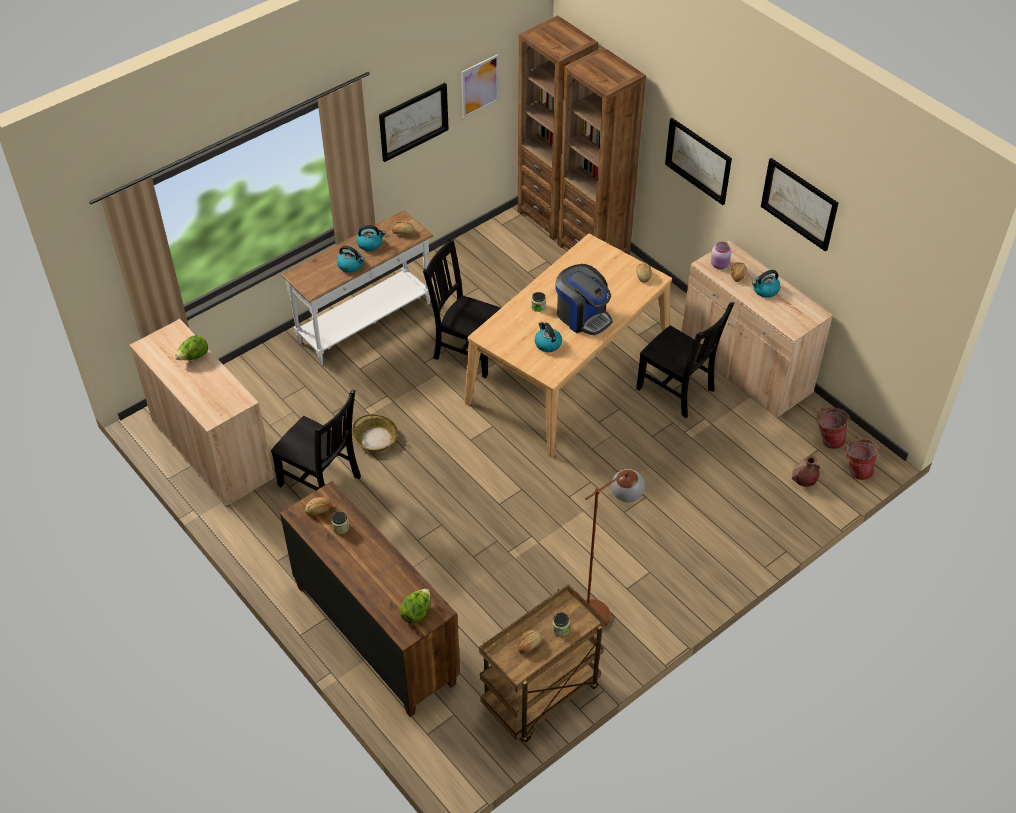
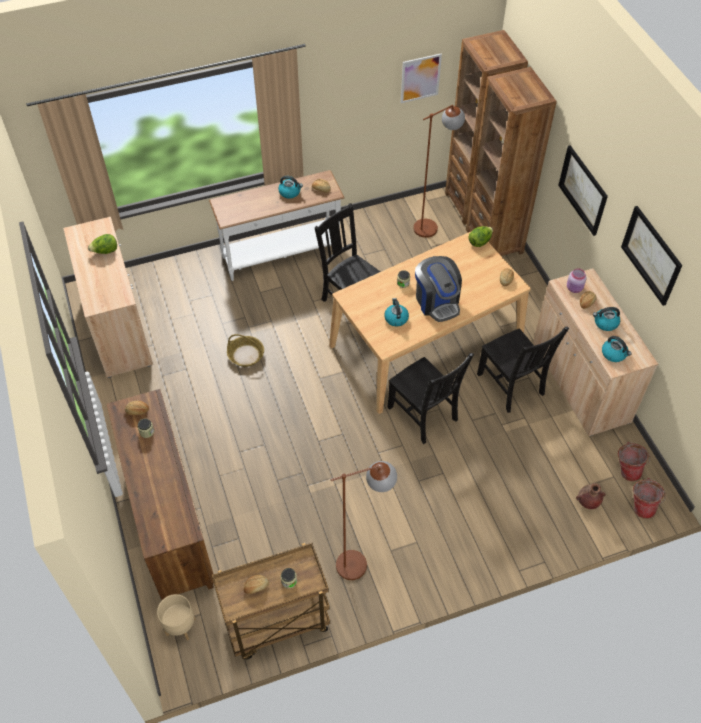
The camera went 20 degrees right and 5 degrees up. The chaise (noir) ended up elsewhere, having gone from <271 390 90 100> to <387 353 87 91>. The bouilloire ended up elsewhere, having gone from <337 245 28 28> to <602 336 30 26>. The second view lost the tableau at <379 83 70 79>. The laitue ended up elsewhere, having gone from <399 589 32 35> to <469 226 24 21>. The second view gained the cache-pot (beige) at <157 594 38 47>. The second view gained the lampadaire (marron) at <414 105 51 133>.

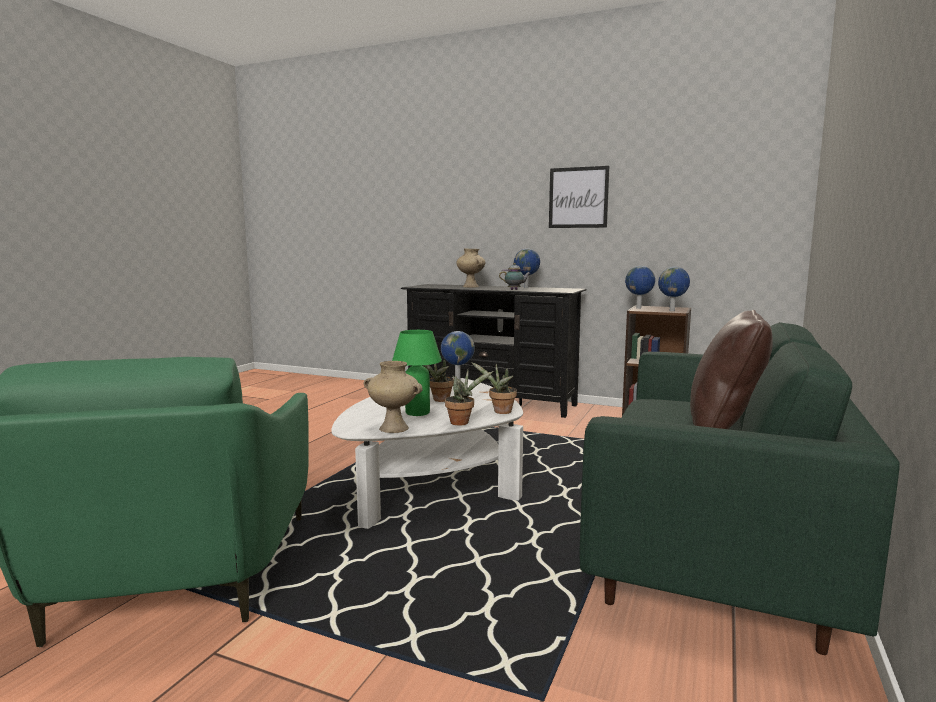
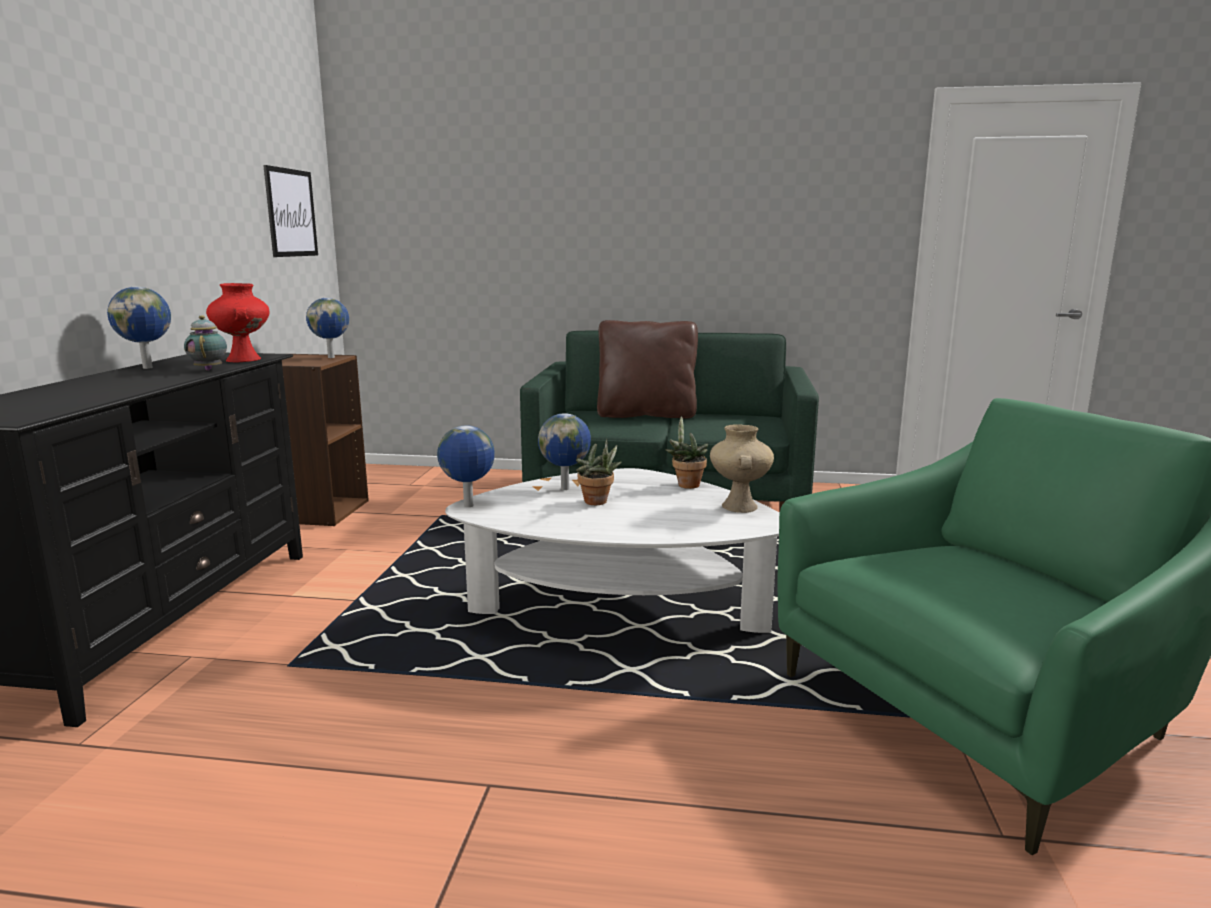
The camera went 105 degrees left and 5 degrees up. The second view lost the lampe de table (vert) at <392 330 50 86>. The second view lost the vase (beige) at <456 248 30 40>. The second view lost the plante en pot at <471 362 46 52>. The tableau ended up elsewhere, having gone from <549 166 61 62> to <263 165 55 92>. The globe ended up elsewhere, having gone from <625 266 30 43> to <538 413 53 77>. The second view gained the vase (rouge) at <206 283 64 79>.

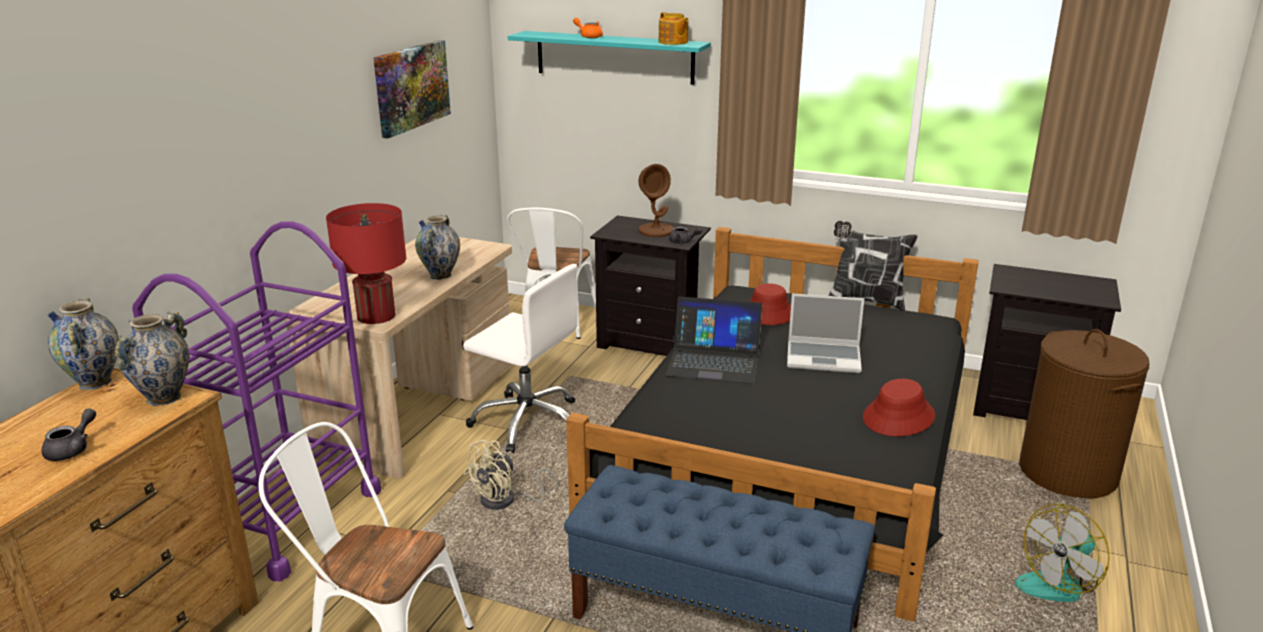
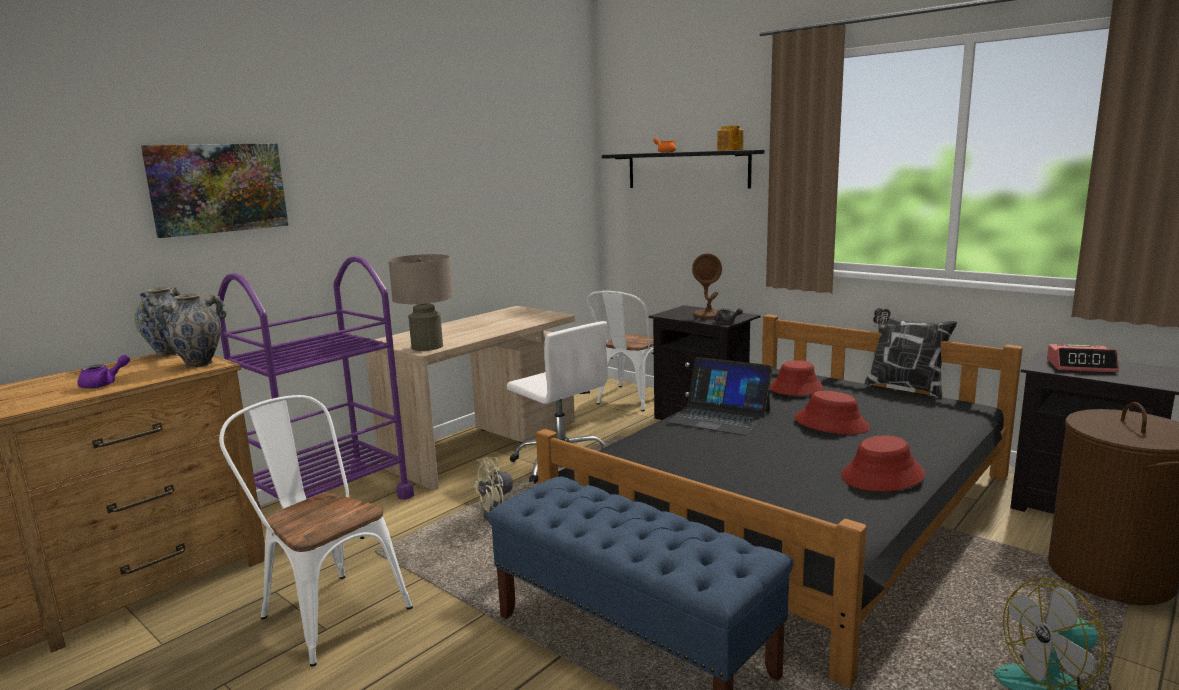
The camera went 20 degrees right and 10 degrees down. What was the théière (gris) at <41 408 55 53> turned into the théière (violet) at <77 355 53 34>. What was the lampe de table (rouge) at <326 203 80 121> turned into the lampe de table (beige) at <388 254 65 97>. The tableau ended up elsewhere, having gone from <373 40 78 99> to <141 143 147 95>. The second view lost the vase at <415 215 45 65>. What was the étagère (turquoise) at <508 31 203 54> turned into the étagère (noir) at <602 150 162 39>. Where the ordinateur portable stood at <787 294 78 79>, the chapeau (rouge) came to stand at <794 391 76 43>. The second view gained the réveil at <1047 344 72 29>.

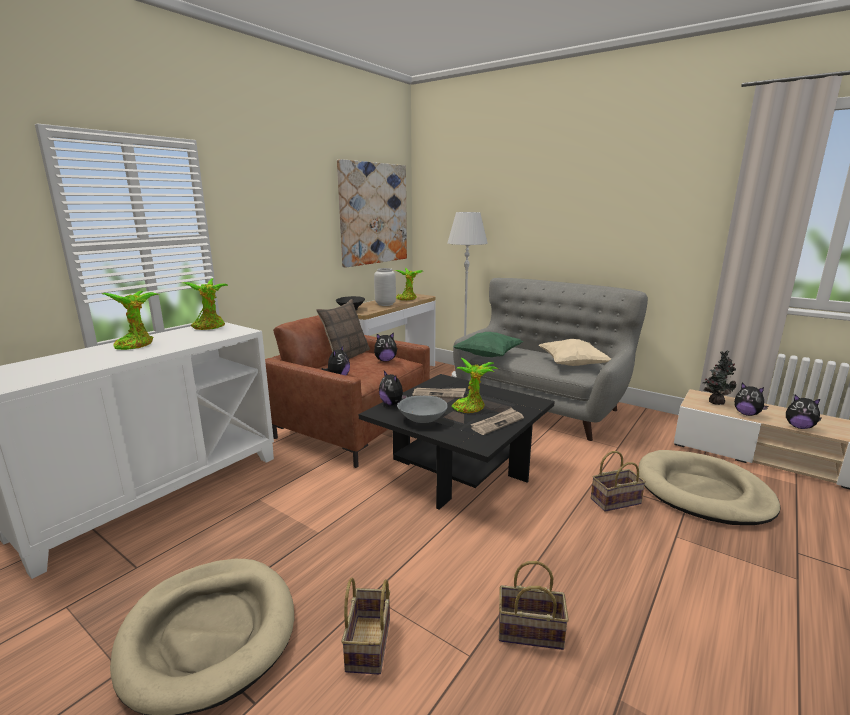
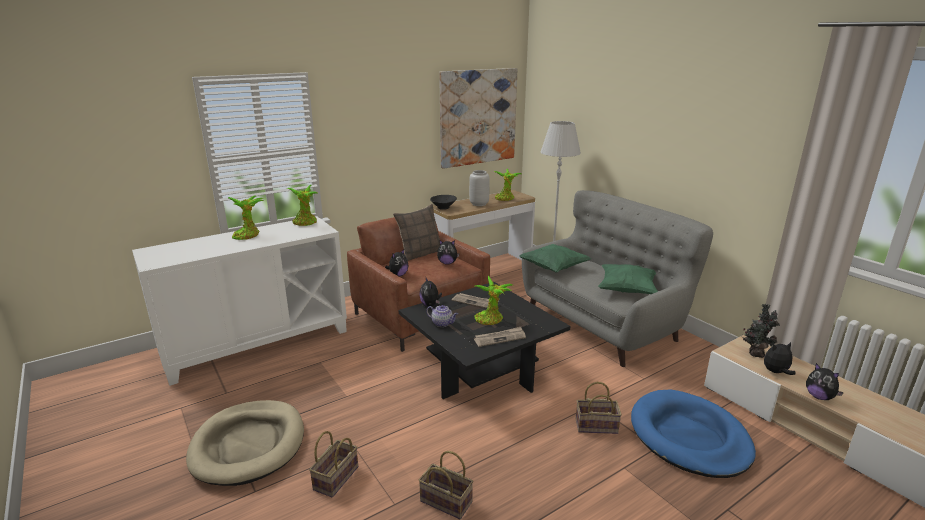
The camera went 20 degrees right and 5 degrees up. Where the bol (gris) stood at <397 396 51 27>, the théière came to stand at <426 305 32 22>. What was the coussin (beige) at <539 339 72 27> turned into the coussin (vert) at <598 264 60 30>. What was the panier pour chien (beige) at <639 450 142 75> turned into the panier pour chien (bleu) at <631 389 125 89>. The peluche at <734 383 34 33> ended up facing another way, 105 degrees clockwise from before.

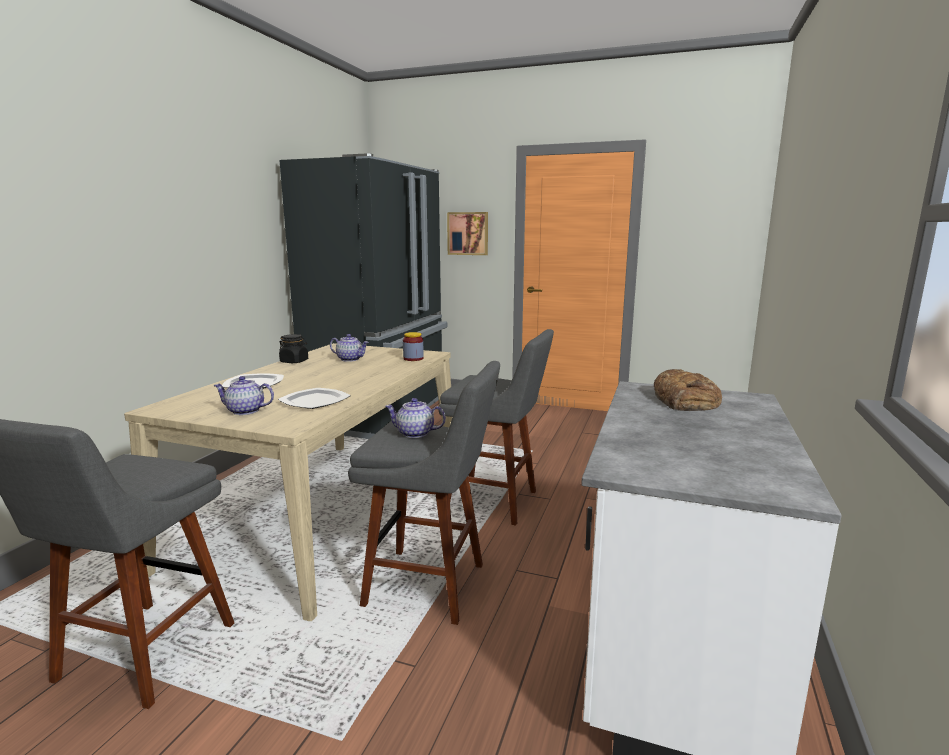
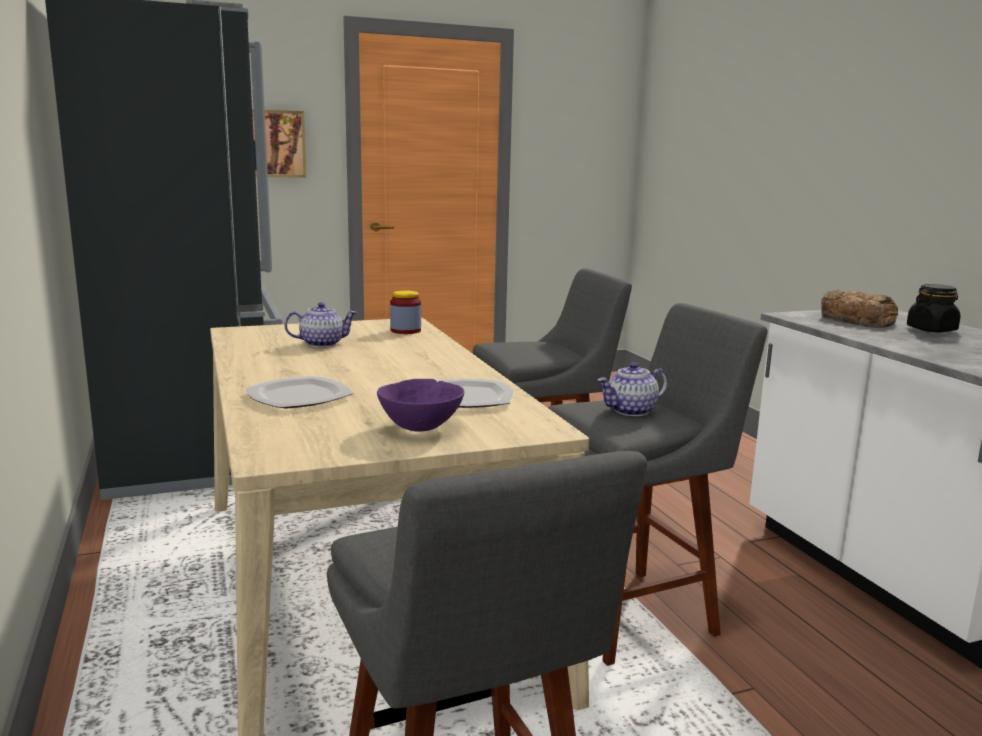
The camera went 40 degrees left and 0 degrees up. Where the théière stood at <213 376 61 39>, the bol (violet) came to stand at <377 379 87 53>. The bocal (noir) ended up elsewhere, having gone from <279 334 29 29> to <907 284 54 48>.

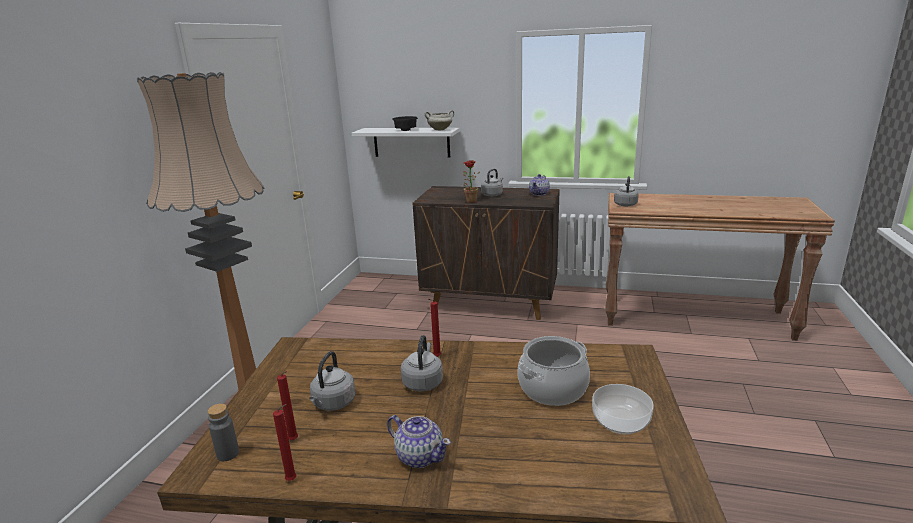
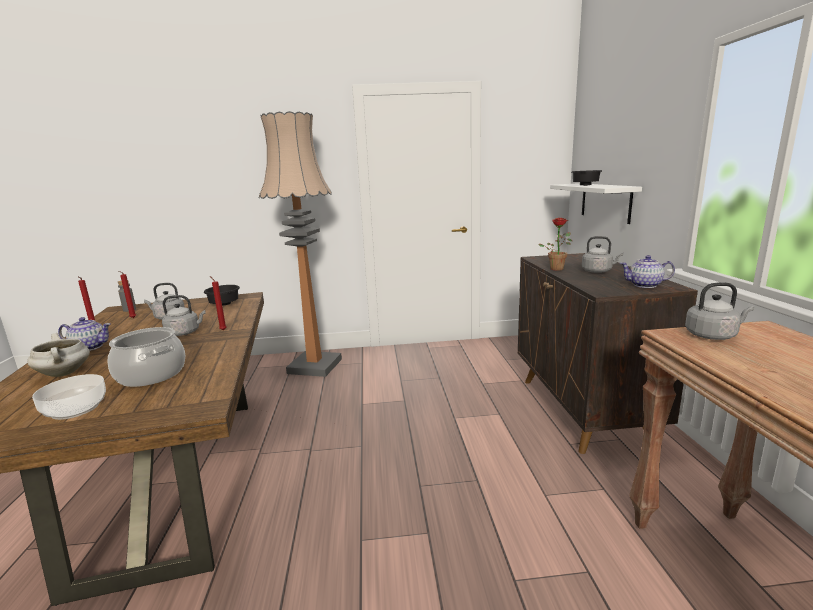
The camera went 70 degrees right and 5 degrees down. The théière at <387 415 64 53> ended up facing another way, 105 degrees counterclockwise from before. The marmite (blanc) ended up elsewhere, having gone from <424 110 30 20> to <27 333 63 44>. The second view gained the bol (noir) at <204 285 36 21>.

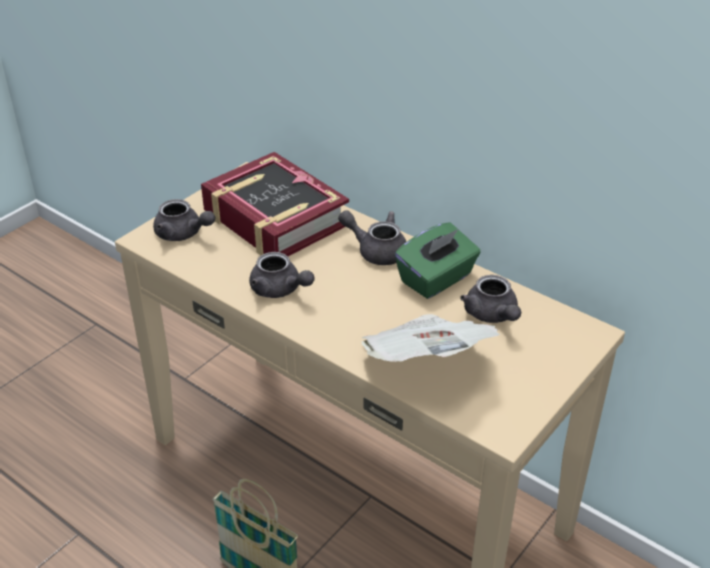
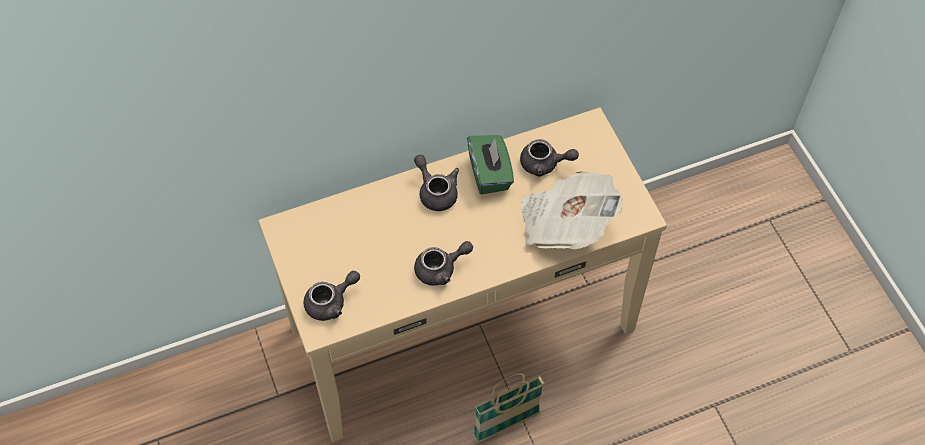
The camera went 60 degrees left and 20 degrees up. The second view lost the livre at <201 152 148 104>. The théière (gris) at <338 210 68 55> ended up facing another way, 90 degrees clockwise from before.

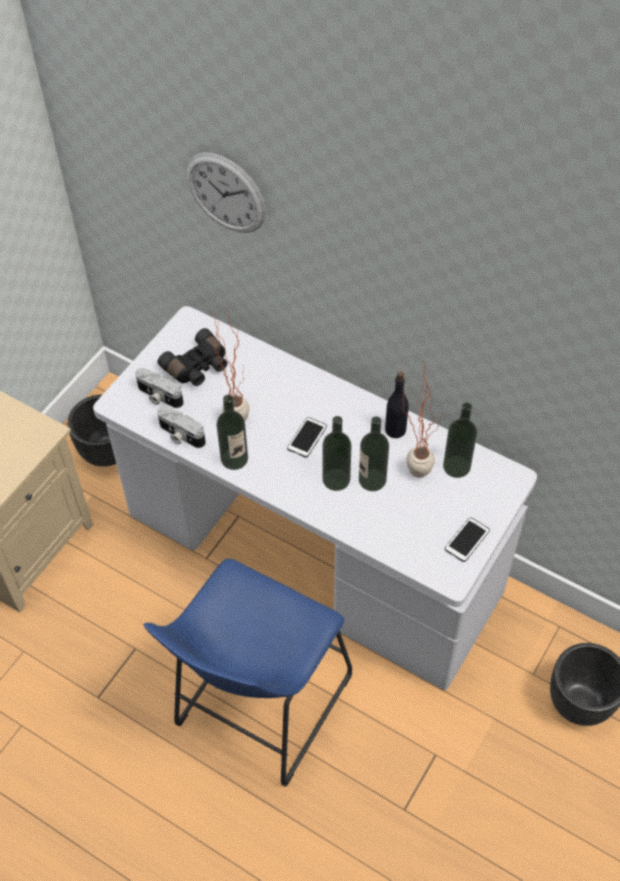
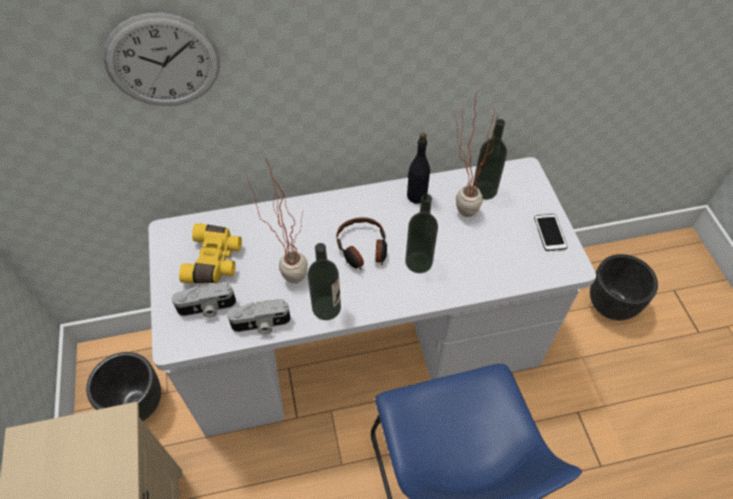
The camera went 45 degrees left and 0 degrees up. What was the jumelles (noir) at <158 328 69 58> turned into the jumelles (jaune) at <179 223 63 60>. Where the téléphone stood at <287 417 40 41>, the casque audio came to stand at <336 217 51 53>. The second view lost the bouteille at <359 416 30 75>.

